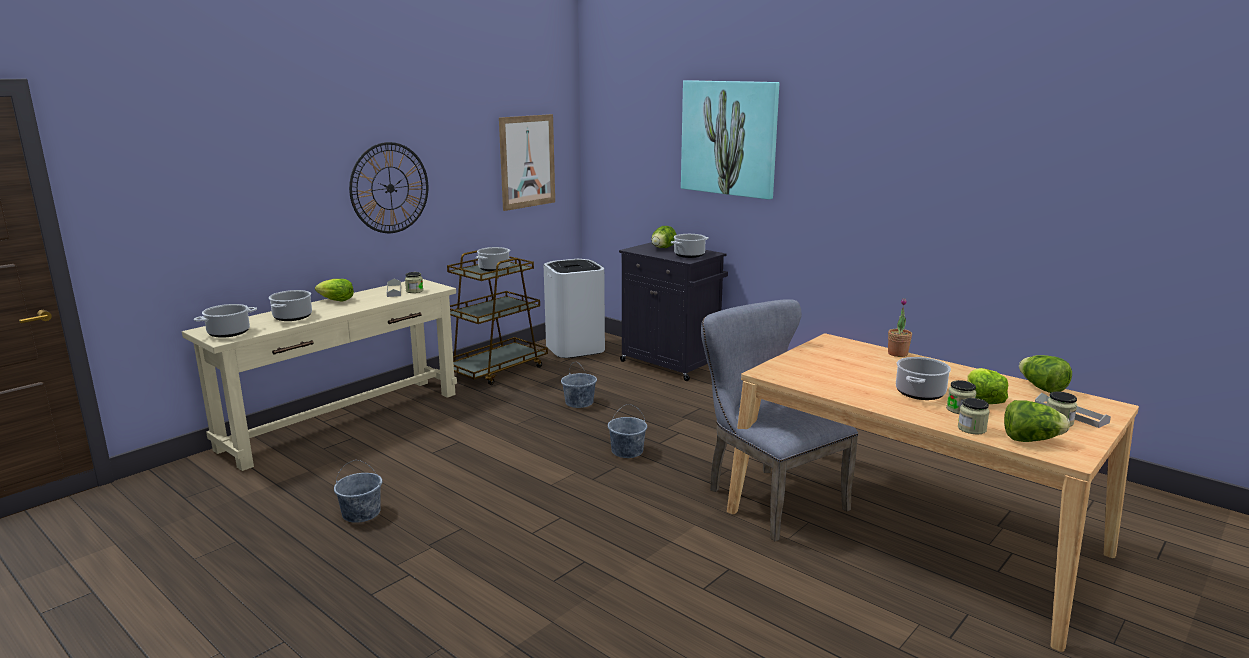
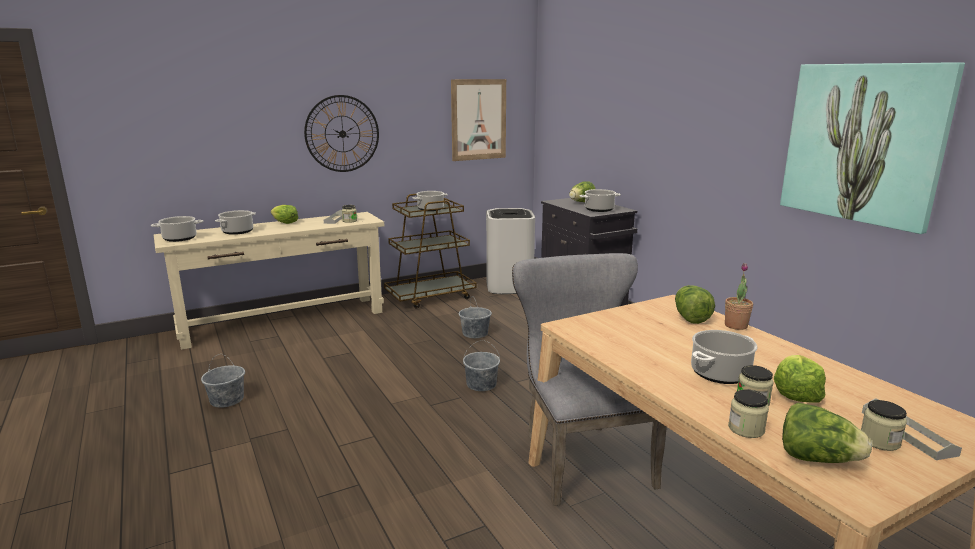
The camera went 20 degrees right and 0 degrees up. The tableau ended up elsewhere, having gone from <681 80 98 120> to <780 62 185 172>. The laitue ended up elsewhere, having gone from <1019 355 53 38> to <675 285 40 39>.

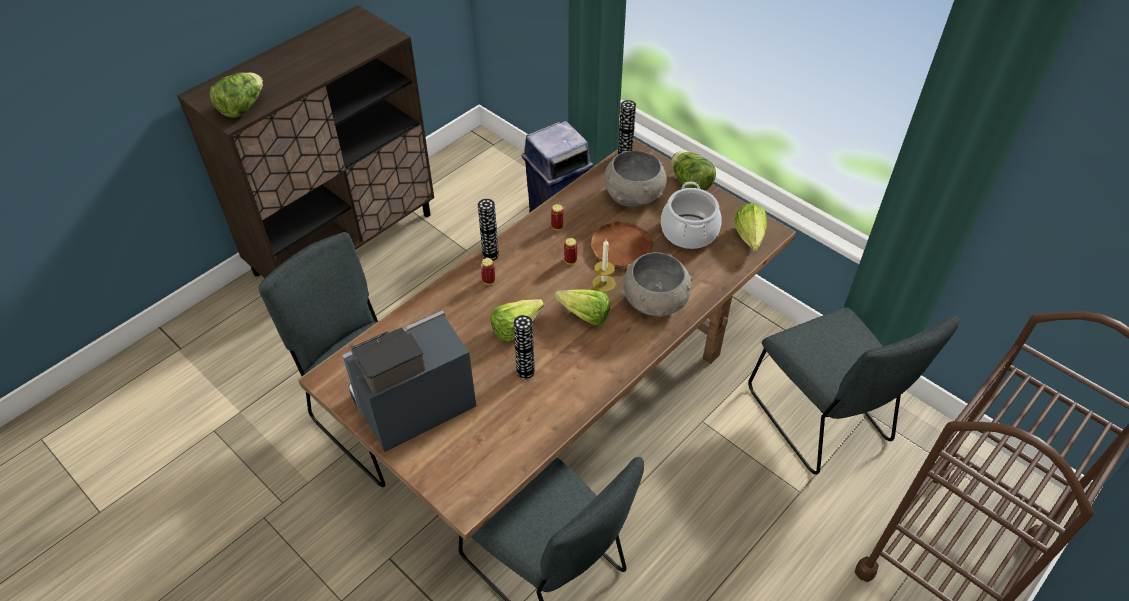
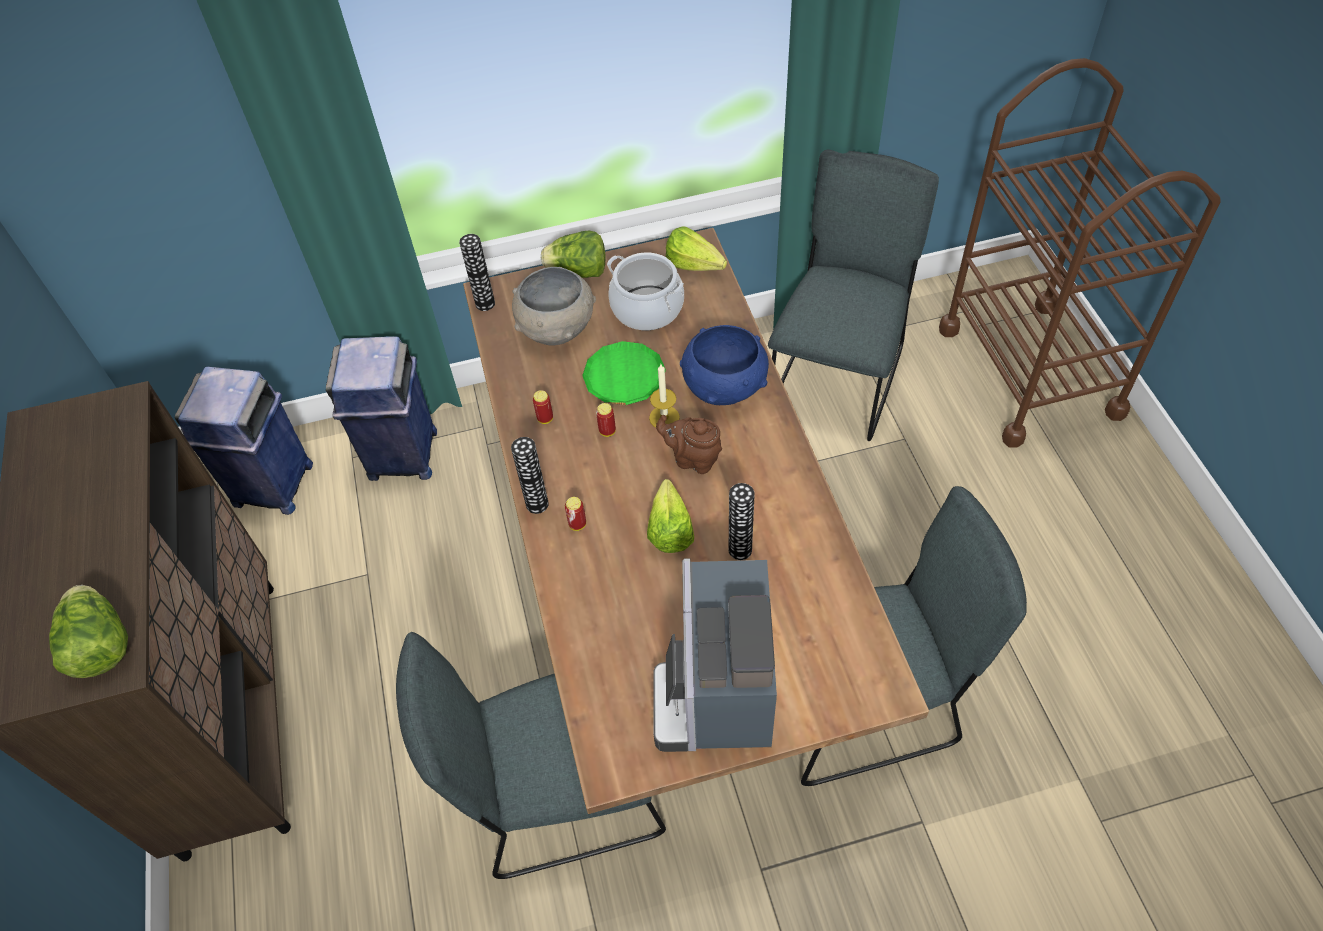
The camera went 55 degrees left and 5 degrees up. Where the laitue stood at <555 289 55 36>, the théière (marron) came to stand at <656 415 66 59>. What was the assiette (marron) at <589 222 64 46> turned into the assiette (vert) at <582 341 84 64>. What was the bol (gris) at <621 252 71 65> turned into the bol (bleu) at <680 325 89 80>. The chaise (gris) at <748 307 212 168> ended up facing another way, 75 degrees counterclockwise from before. The second view gained the poubelle (bleu) at <175 367 138 148>.

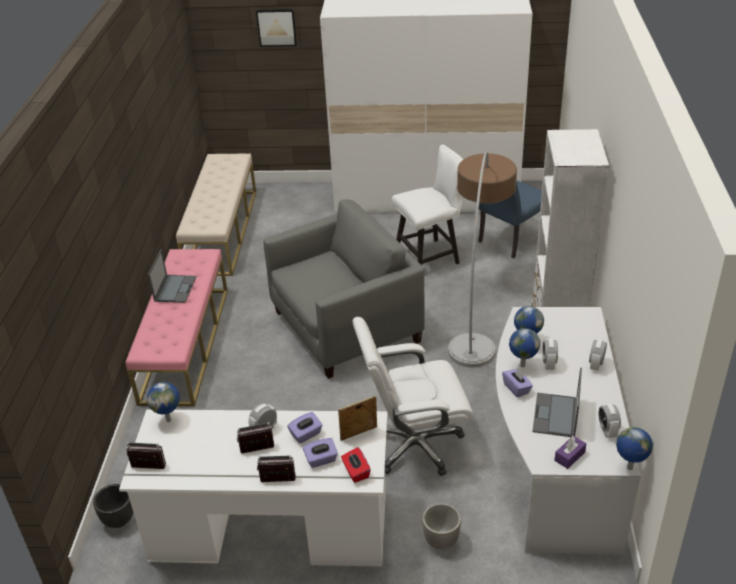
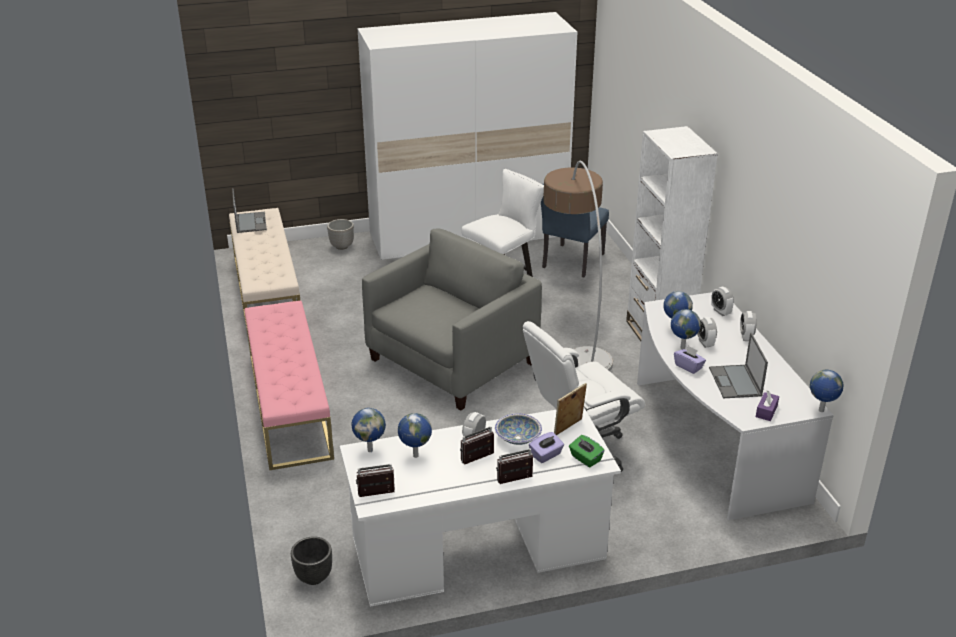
The camera went 20 degrees left and 5 degrees down. The ordinateur portable ended up elsewhere, having gone from <148 249 48 54> to <232 188 35 45>. The second view lost the tableau at <256 9 41 38>. Where the boîte à mouchoirs (violet) stood at <288 412 35 31>, the bol came to stand at <495 413 47 32>. What was the boîte à mouchoirs (rouge) at <341 447 30 36> turned into the boîte à mouchoirs (vert) at <569 435 36 32>. The cache-pot ended up elsewhere, having gone from <422 503 39 47> to <327 219 27 31>. The réveil ended up elsewhere, having gone from <598 404 23 34> to <711 287 23 29>. The second view gained the globe at <398 413 34 45>.

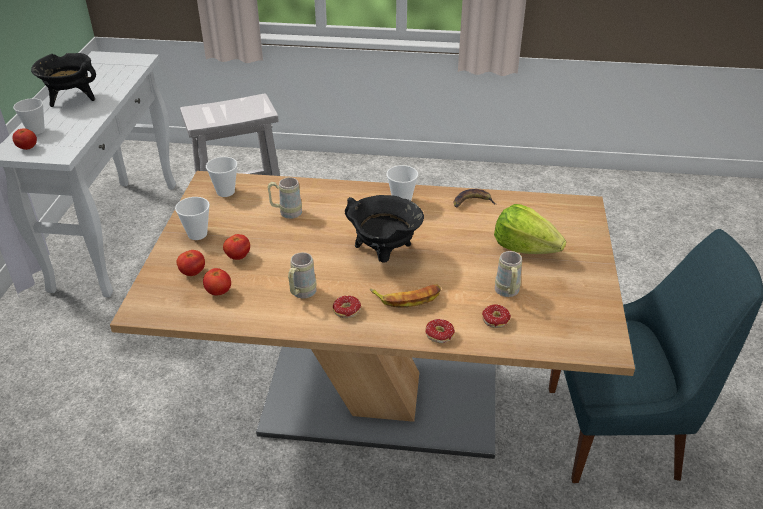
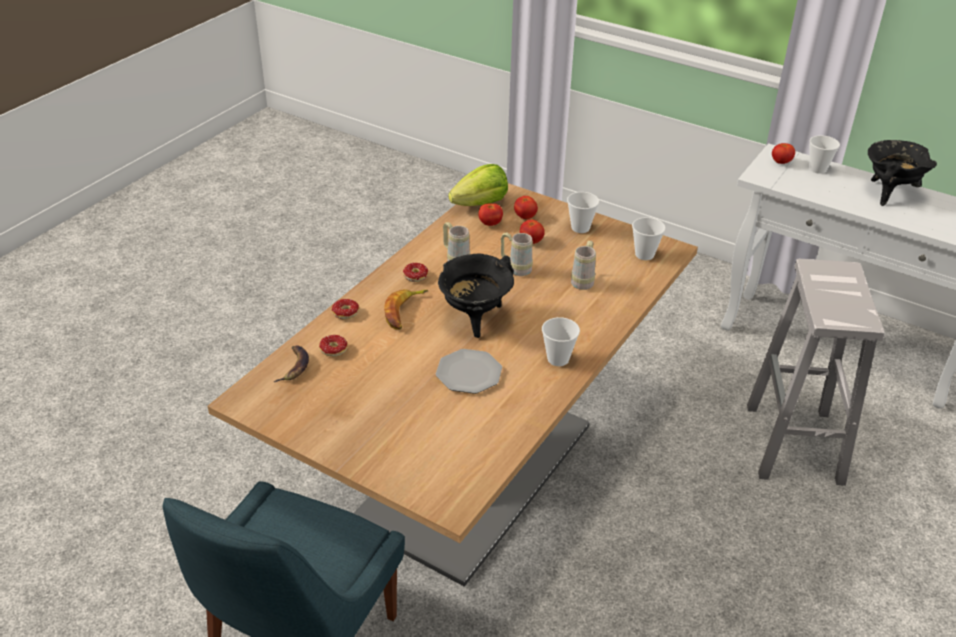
The camera went 115 degrees right and 0 degrees up. The banane ended up elsewhere, having gone from <454 189 42 18> to <273 345 36 37>. The laitue ended up elsewhere, having gone from <494 204 72 50> to <448 164 60 42>. The mug (beige) ended up elsewhere, having gone from <495 251 27 46> to <501 232 32 44>. The second view gained the assiette at <436 349 66 45>.

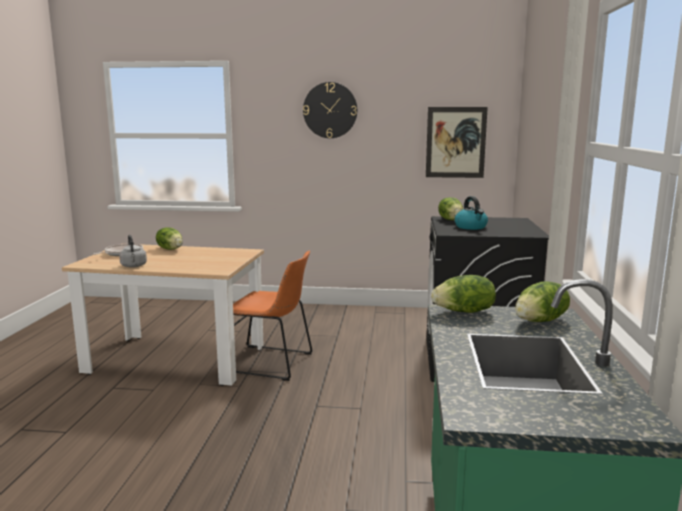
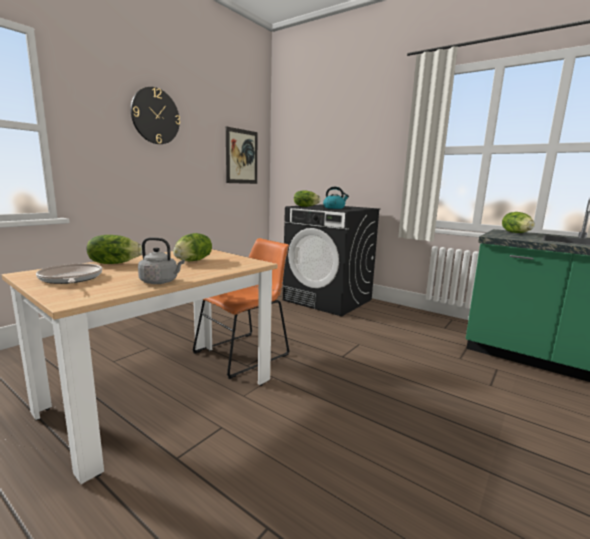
The camera went 60 degrees left and 0 degrees up. The laitue ended up elsewhere, having gone from <431 275 65 38> to <173 233 39 28>.

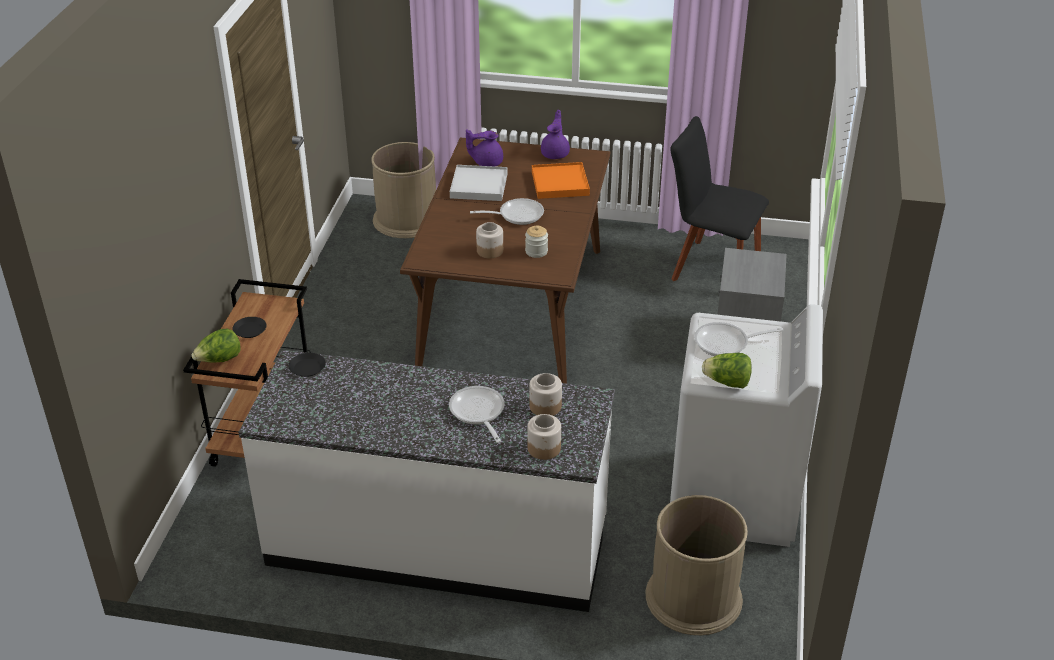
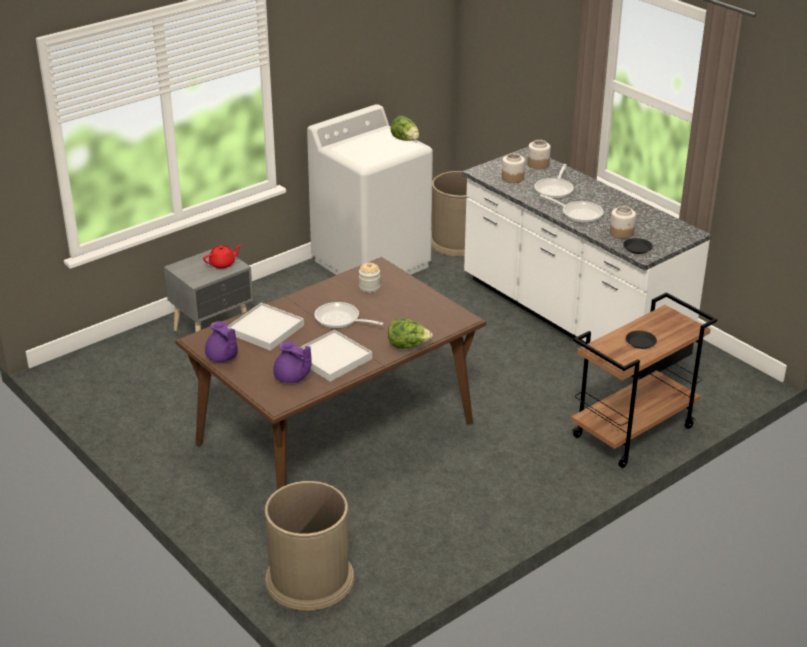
The camera went 140 degrees left and 5 degrees down. The laitue ended up elsewhere, having gone from <191 329 50 34> to <388 319 45 30>. The bocal ended up elsewhere, having gone from <476 222 27 36> to <610 206 26 33>. What was the plateau (orange) at <532 162 58 37> turned into the plateau (blanc) at <227 303 77 48>. The théière (violet) at <541 110 29 49> ended up facing another way, 90 degrees counterclockwise from before. The second view lost the chaise (noir) at <670 116 99 165>. The poêle ended up elsewhere, having gone from <694 322 90 34> to <540 194 64 29>. The second view gained the théière (rouge) at <203 245 38 24>.

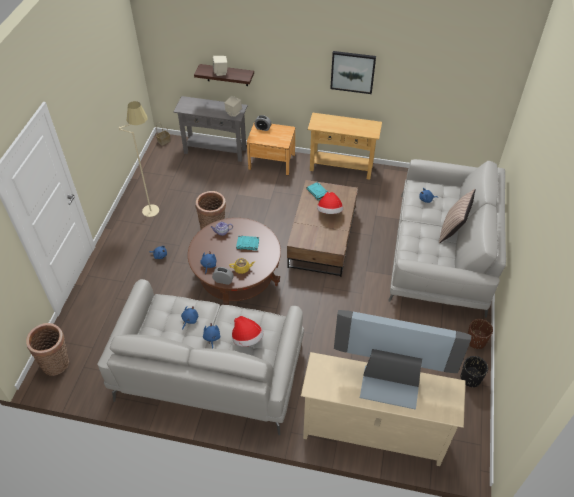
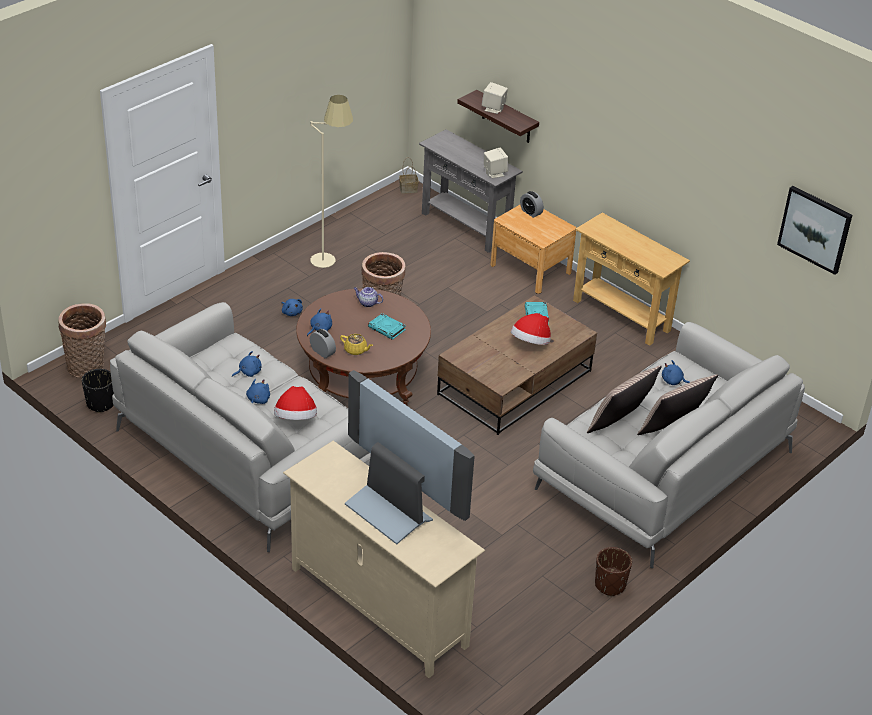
The camera went 30 degrees right and 10 degrees down. The tableau ended up elsewhere, having gone from <330 51 46 43> to <777 186 75 89>. The cache-pot (noir) ended up elsewhere, having gone from <461 356 27 31> to <82 369 32 44>. The second view gained the coussin at <587 365 75 68>.

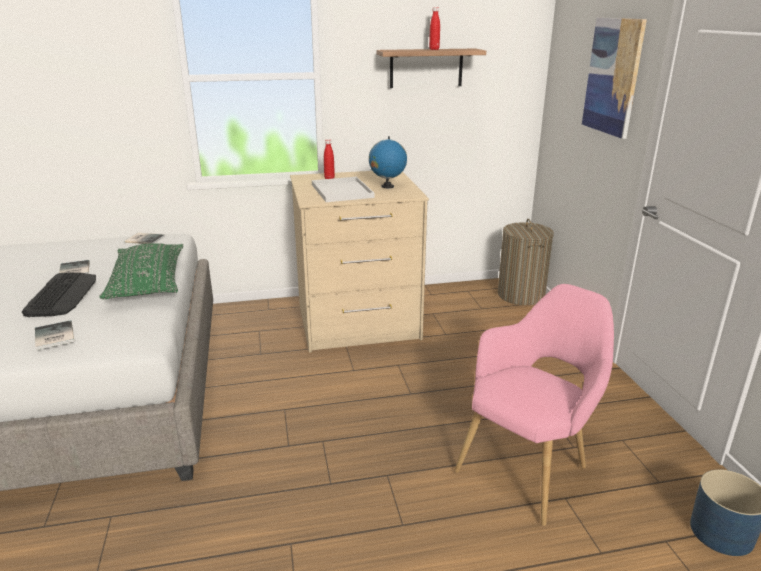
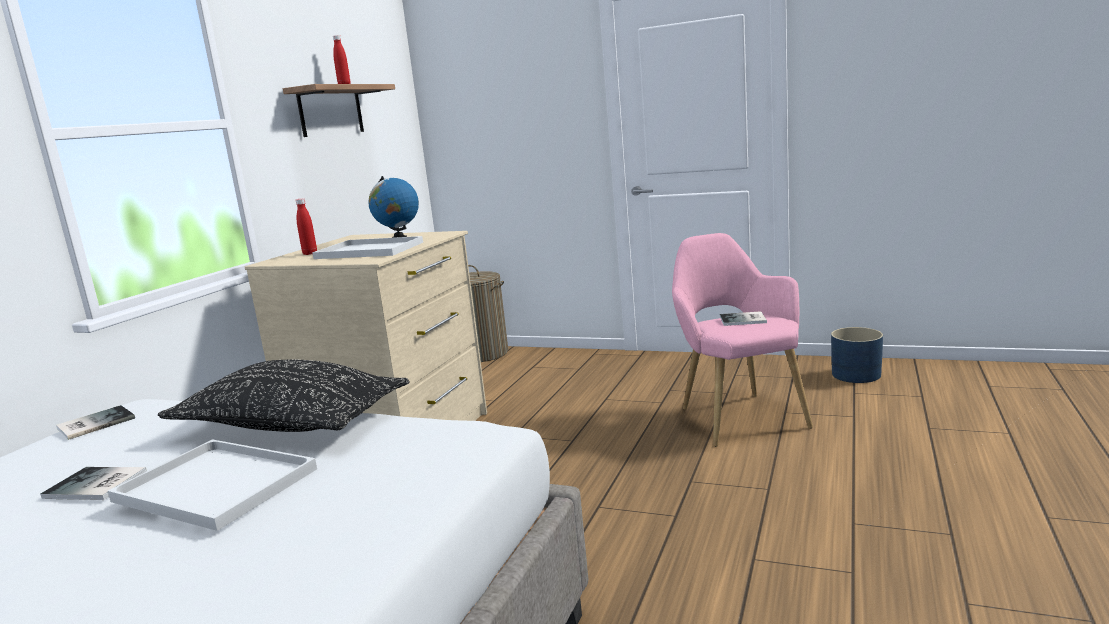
The camera went 55 degrees left and 10 degrees down. Where the clavier stood at <22 272 74 45>, the plateau (blanc) came to stand at <108 439 209 92>. The livre ended up elsewhere, having gone from <35 320 39 30> to <720 311 47 15>. What was the coussin (vert) at <99 243 84 56> turned into the coussin (noir) at <158 360 252 72>. The second view lost the tableau at <582 18 65 121>.

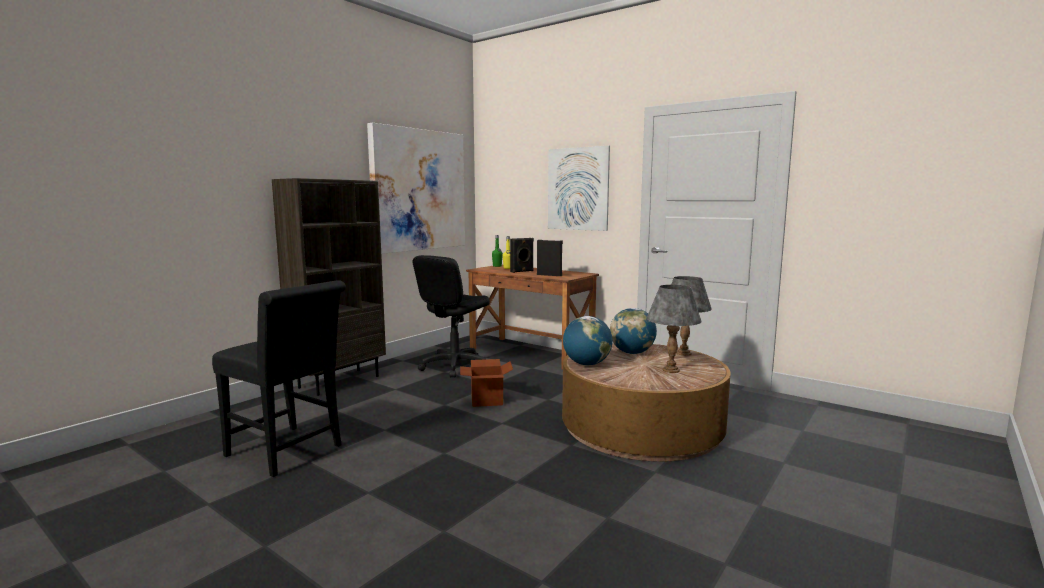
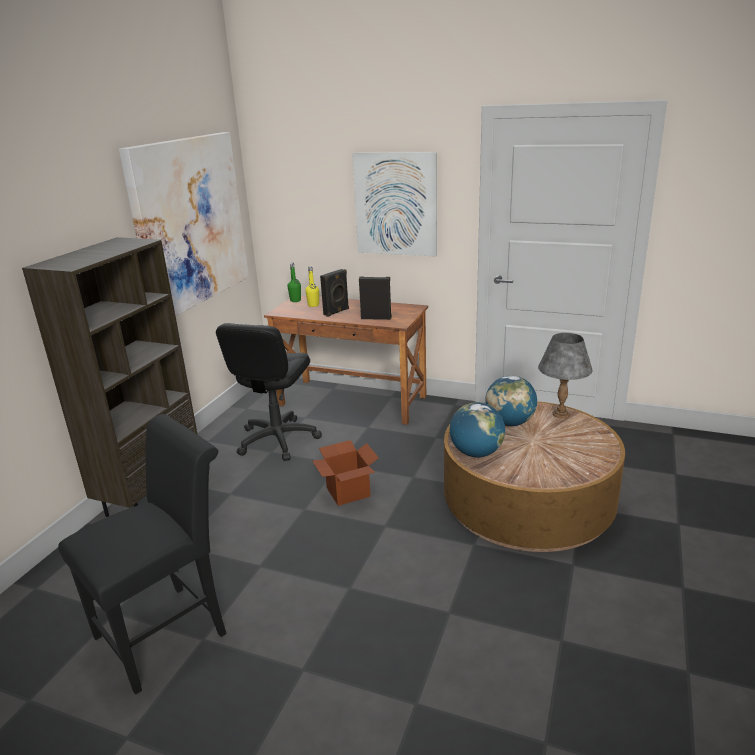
The camera went 15 degrees left and 15 degrees up. The chaise (noir) at <212 281 134 196> ended up facing another way, 60 degrees counterclockwise from before. The second view lost the lampe de table (gris) at <646 285 56 88>.

